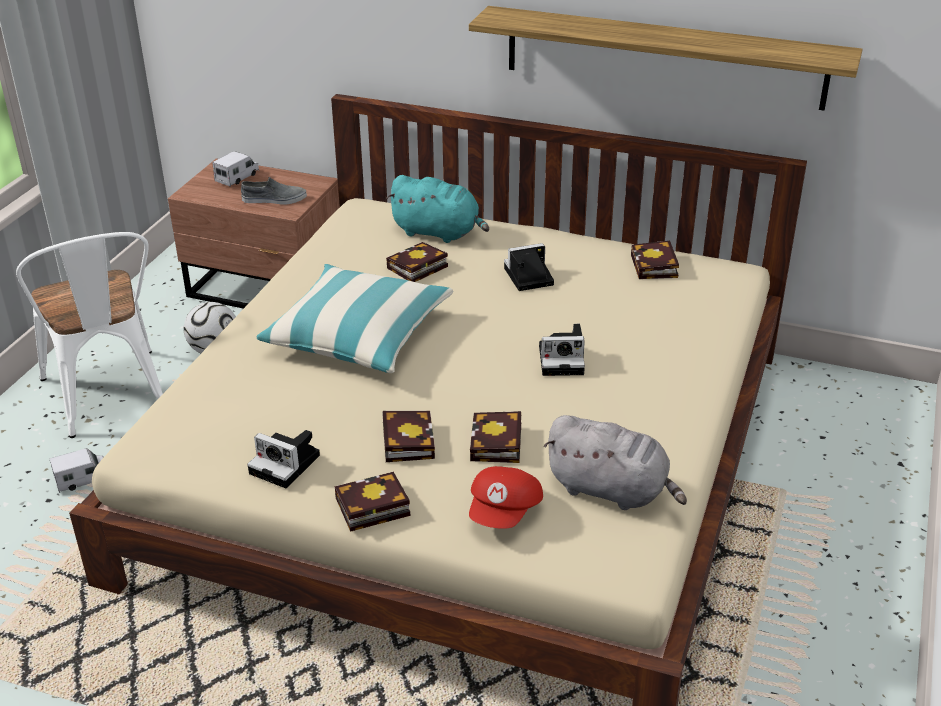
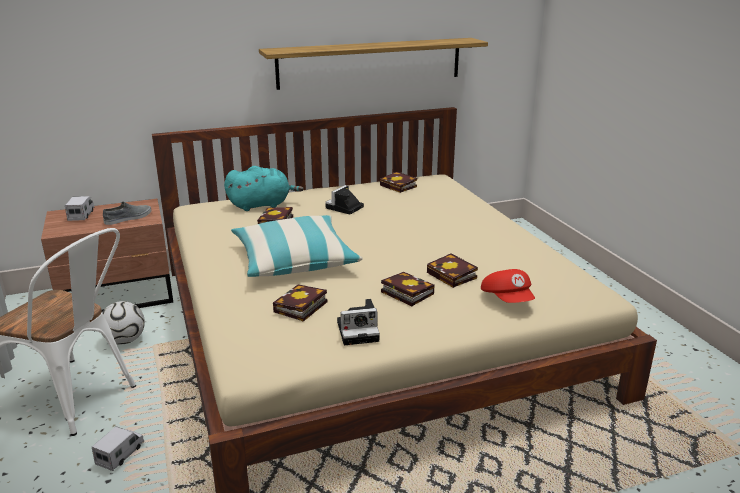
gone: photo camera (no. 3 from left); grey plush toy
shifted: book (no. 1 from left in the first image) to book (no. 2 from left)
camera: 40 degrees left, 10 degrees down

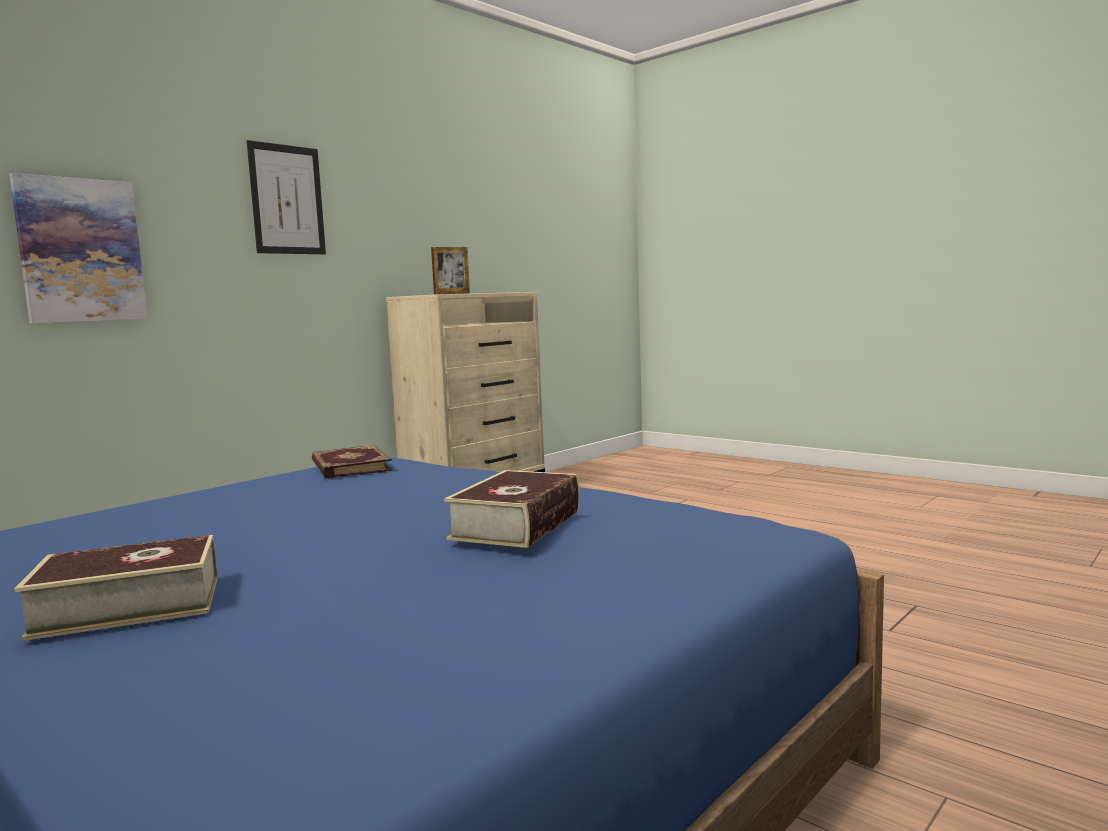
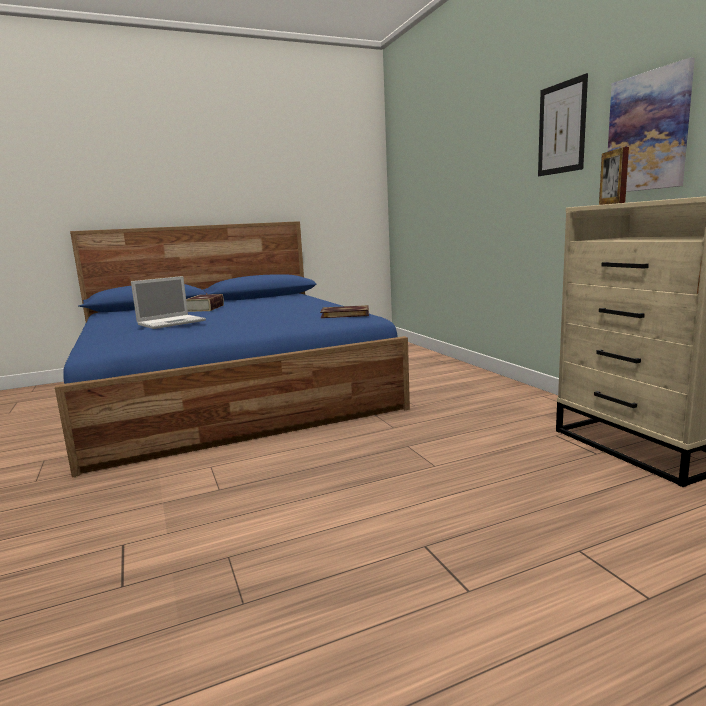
shifted: picture (no. 1 from left in the first image) to picture (no. 2 from left)
swapped: book (no. 3 from left) to laptop
camera: 115 degrees right, 5 degrees up

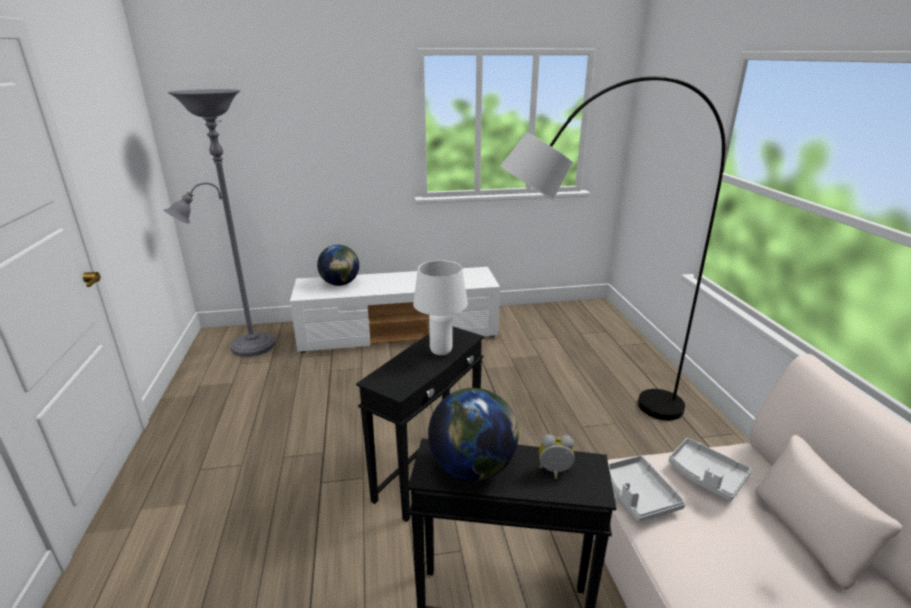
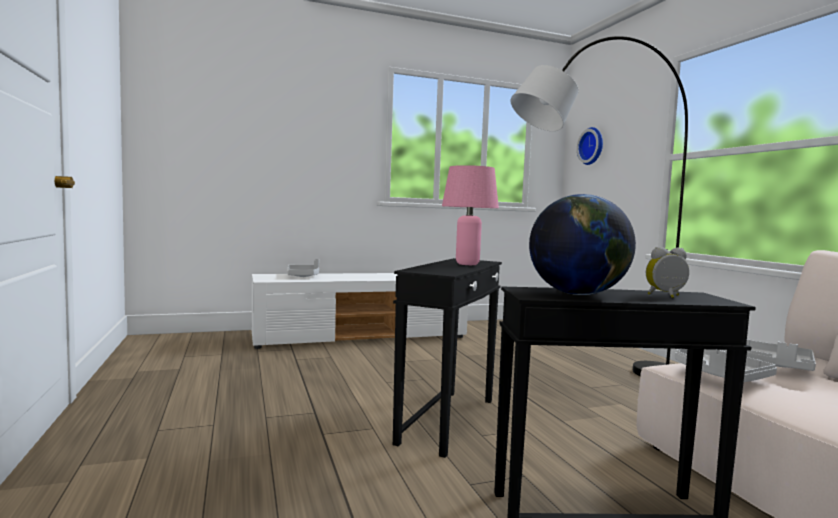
gone: grey floor lamp (no. 1 from left)
new: wall clock
swapped: globe (no. 1 from left) to grey tray (no. 1 from left)
repainted: white table lamp to pink table lamp
camera: 10 degrees left, 20 degrees down

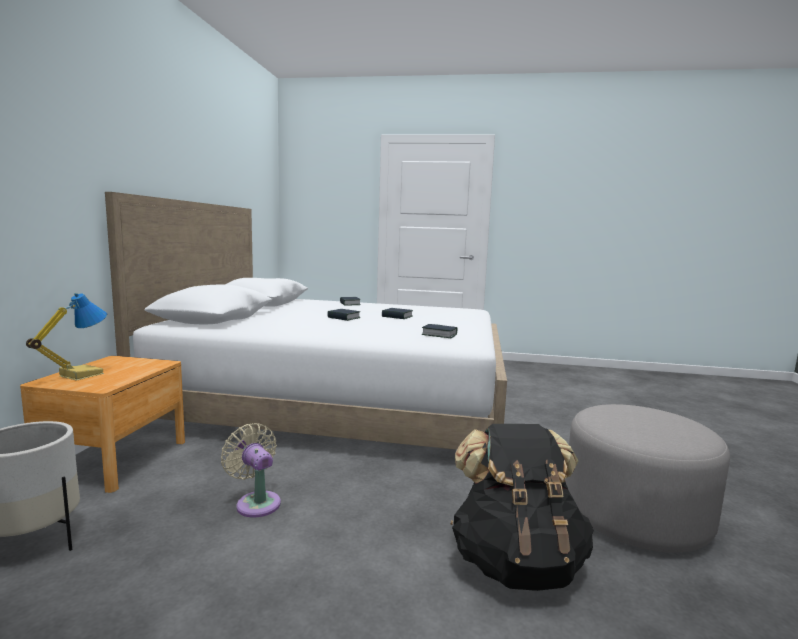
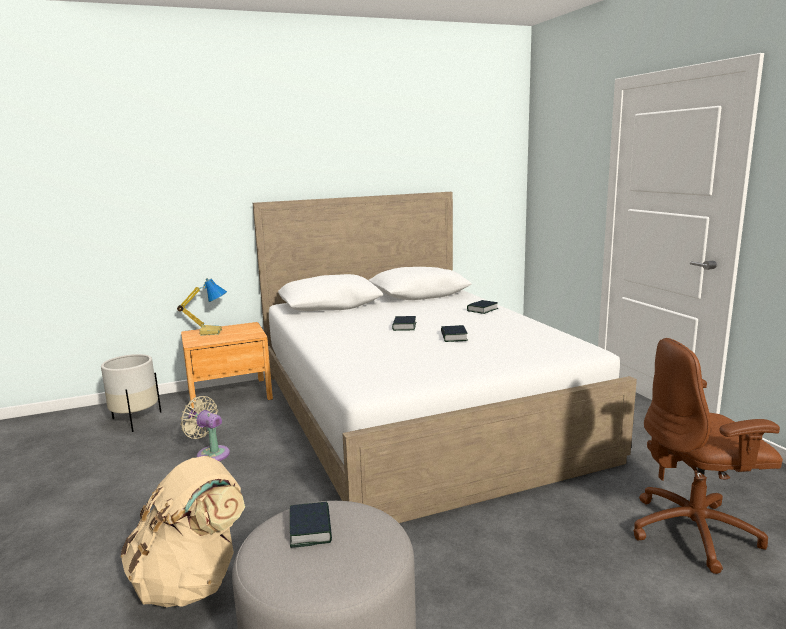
new: brown office chair
shifted: book (no. 4 from left in the first image) to book (no. 1 from left)
repainted: black backpack to beige backpack
rotated: beige fan 75 degrees counterclockwise
camera: 60 degrees right, 5 degrees up

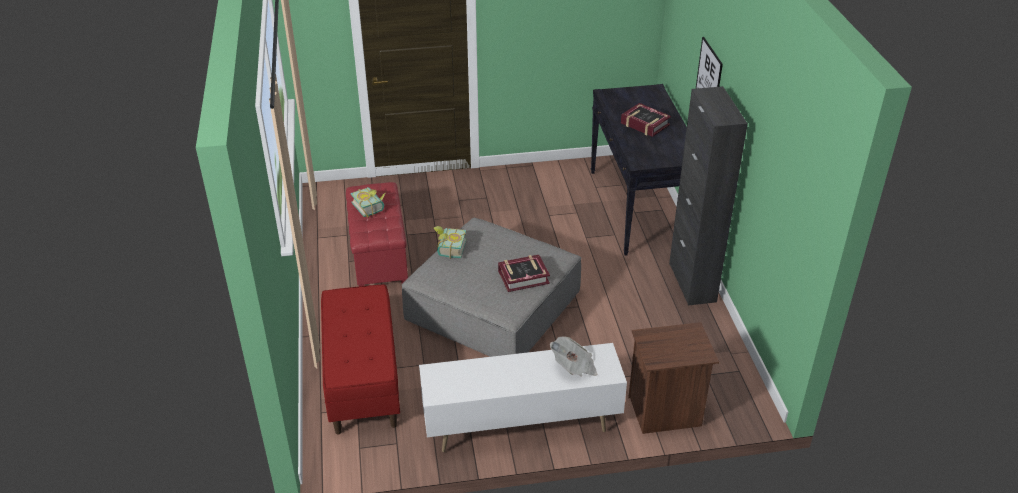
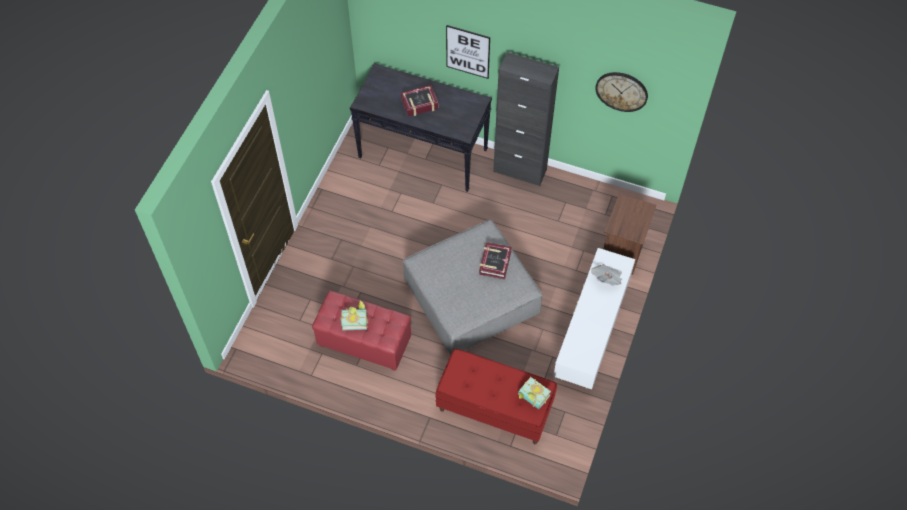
new: wall clock
shifted: book (no. 2 from left in the first image) to book (no. 4 from left)
camera: 60 degrees left, 20 degrees up

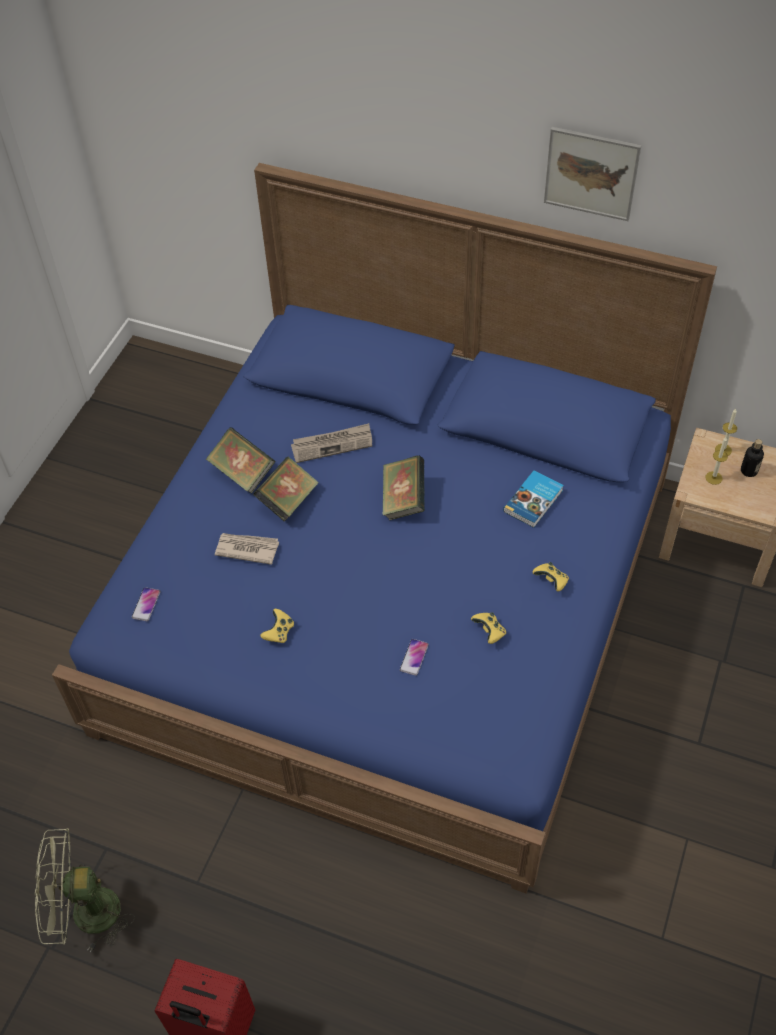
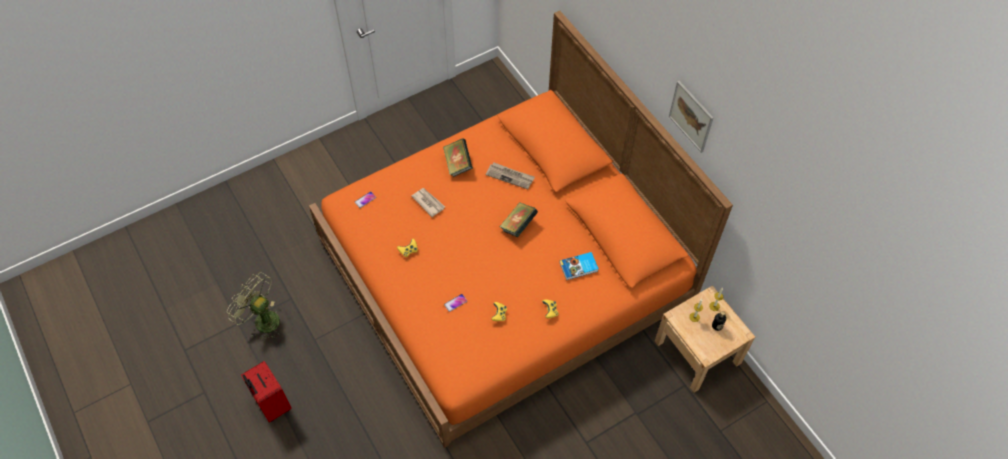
gone: book (no. 2 from left)
repainted: blue bed to orange bed
camera: 35 degrees right, 5 degrees up

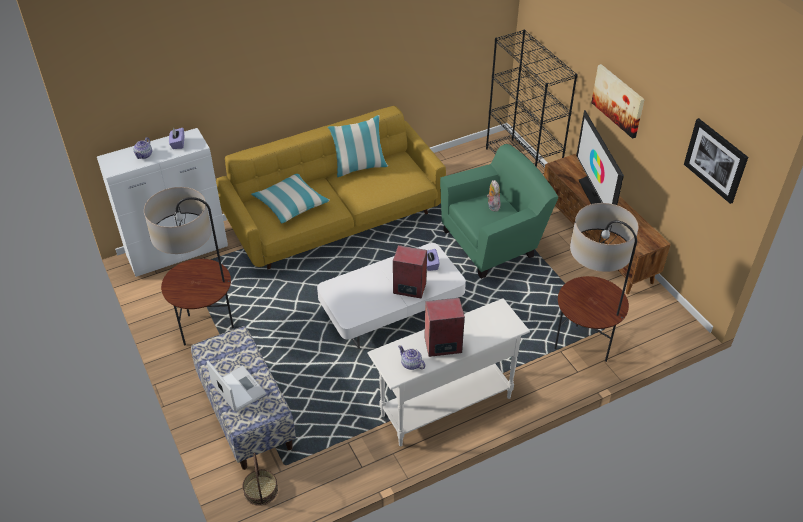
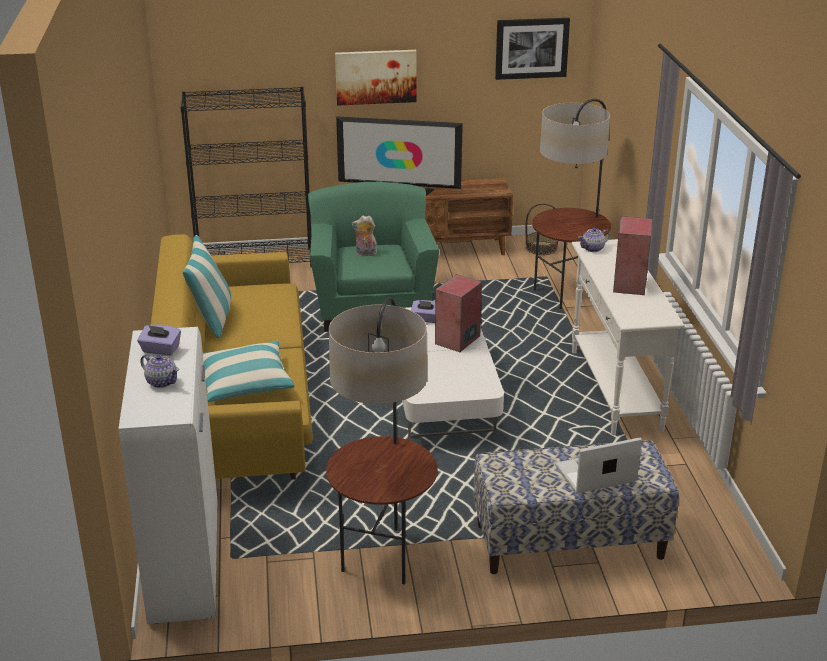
shifted: teapot (no. 2 from left); basket
camera: 70 degrees left, 15 degrees down

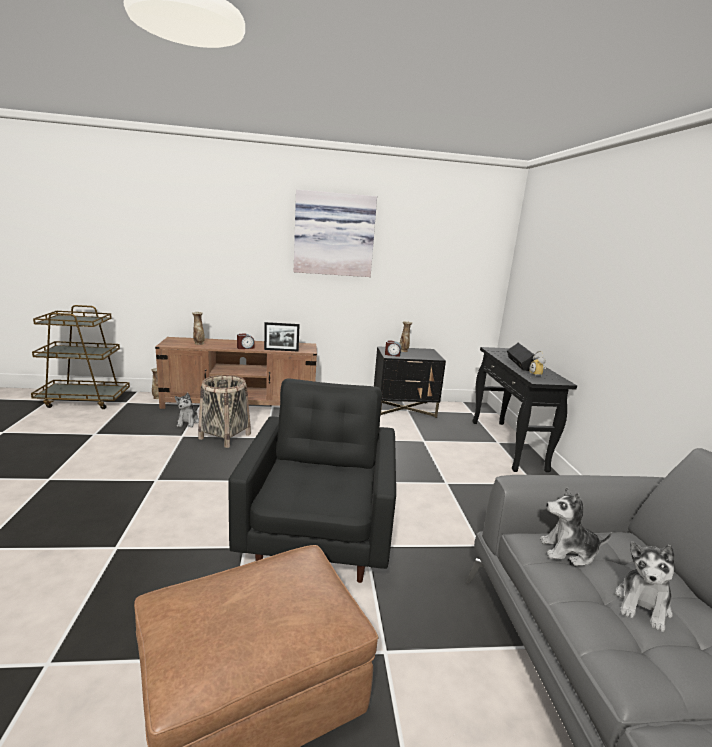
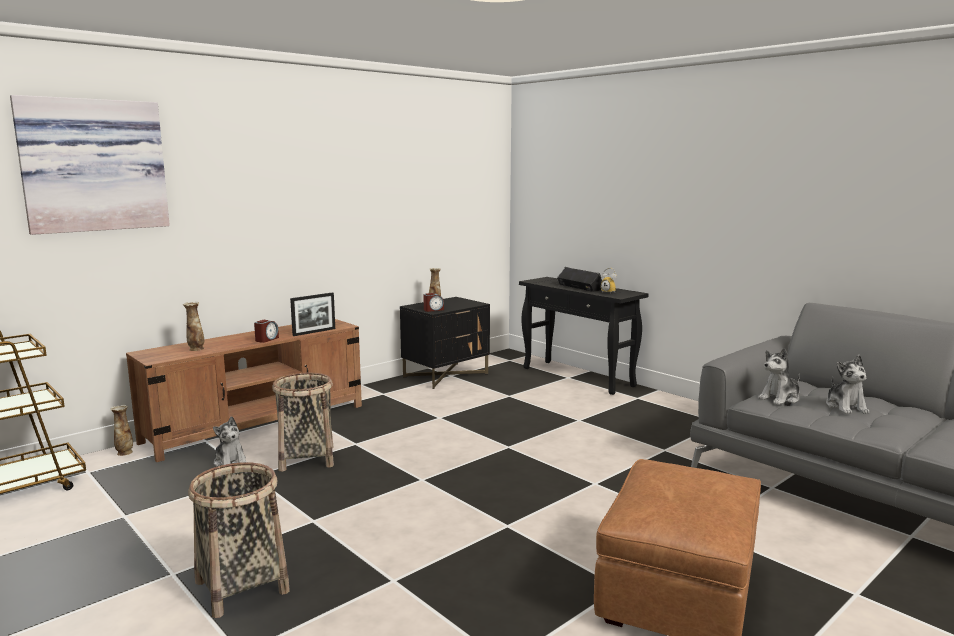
gone: black armchair
new: basket (no. 1 from left)
shifted: picture
camera: 35 degrees left, 5 degrees down

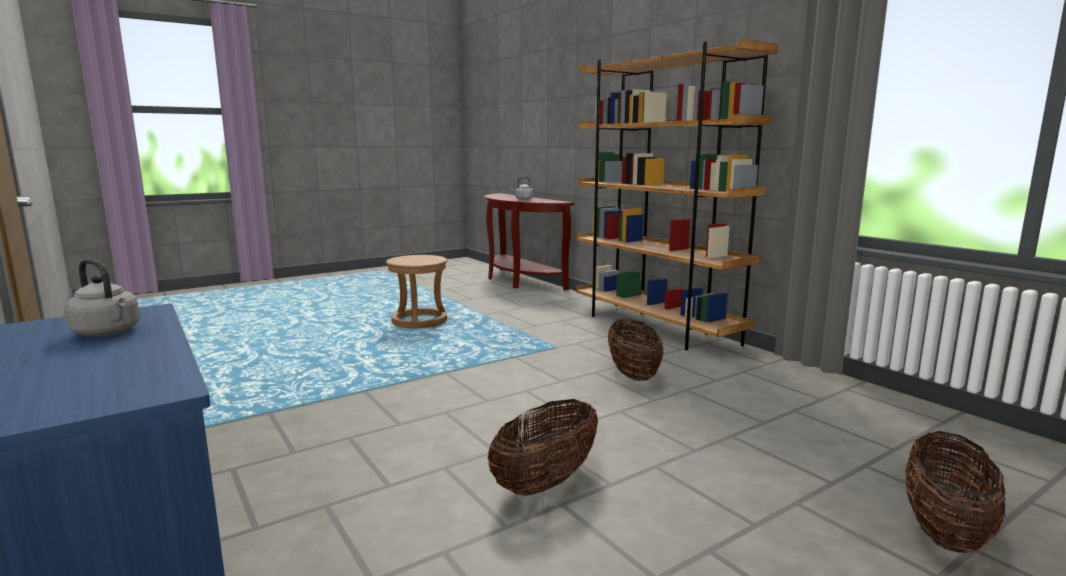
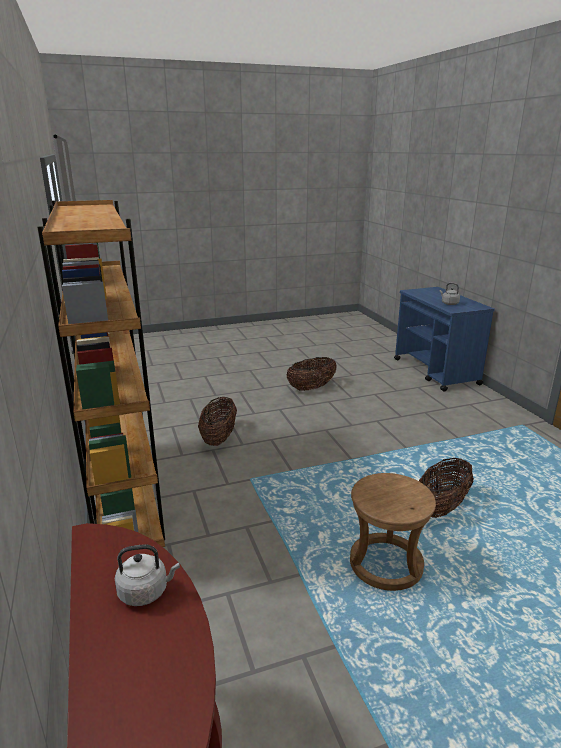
shifted: basket (no. 3 from left)
camera: 165 degrees left, 10 degrees up

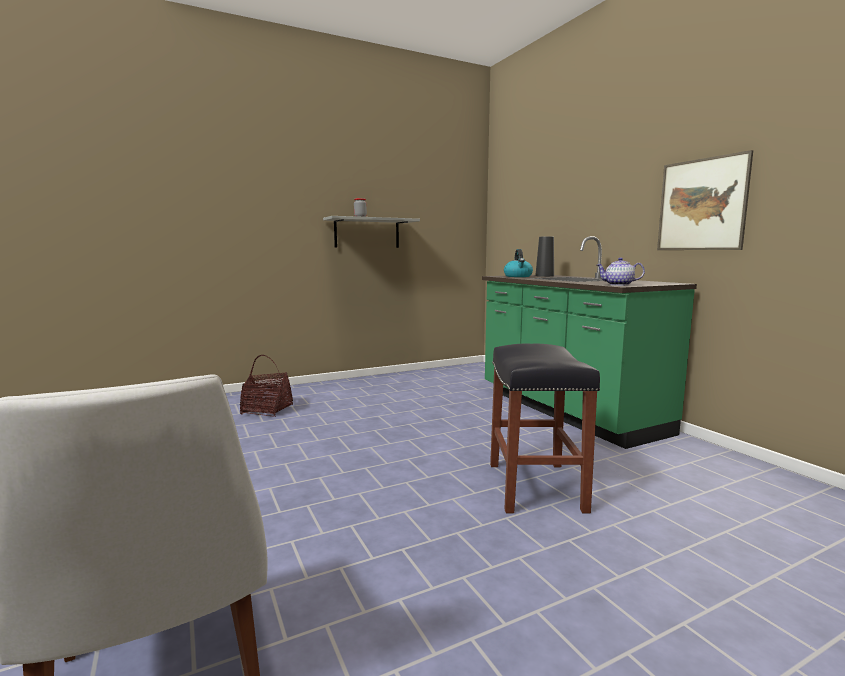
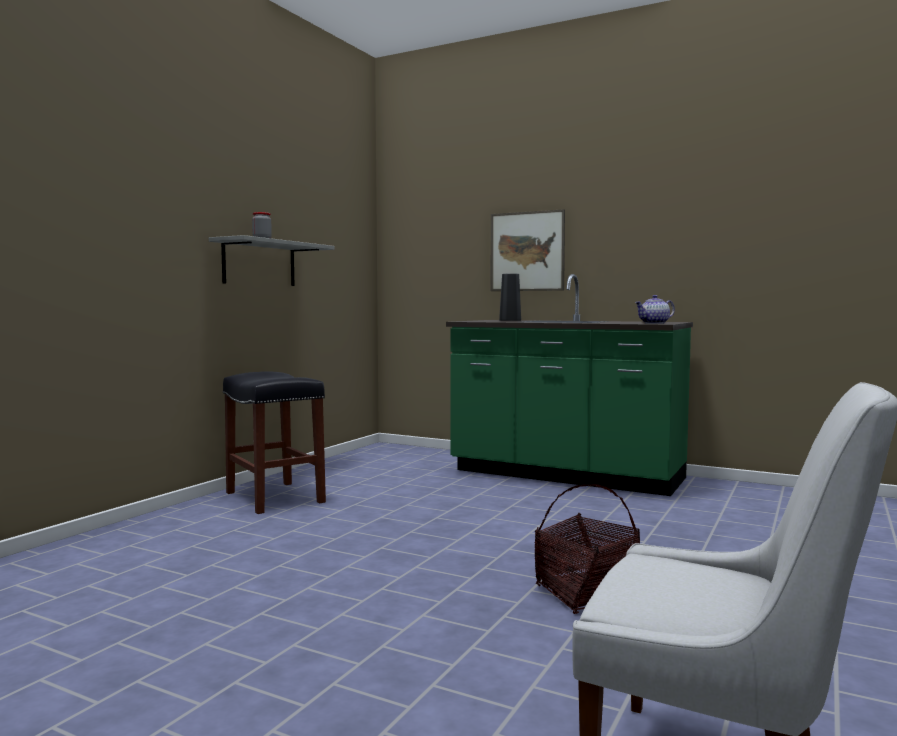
gone: kettle
shifted: picture; black stool; basket
camera: 35 degrees left, 5 degrees down

